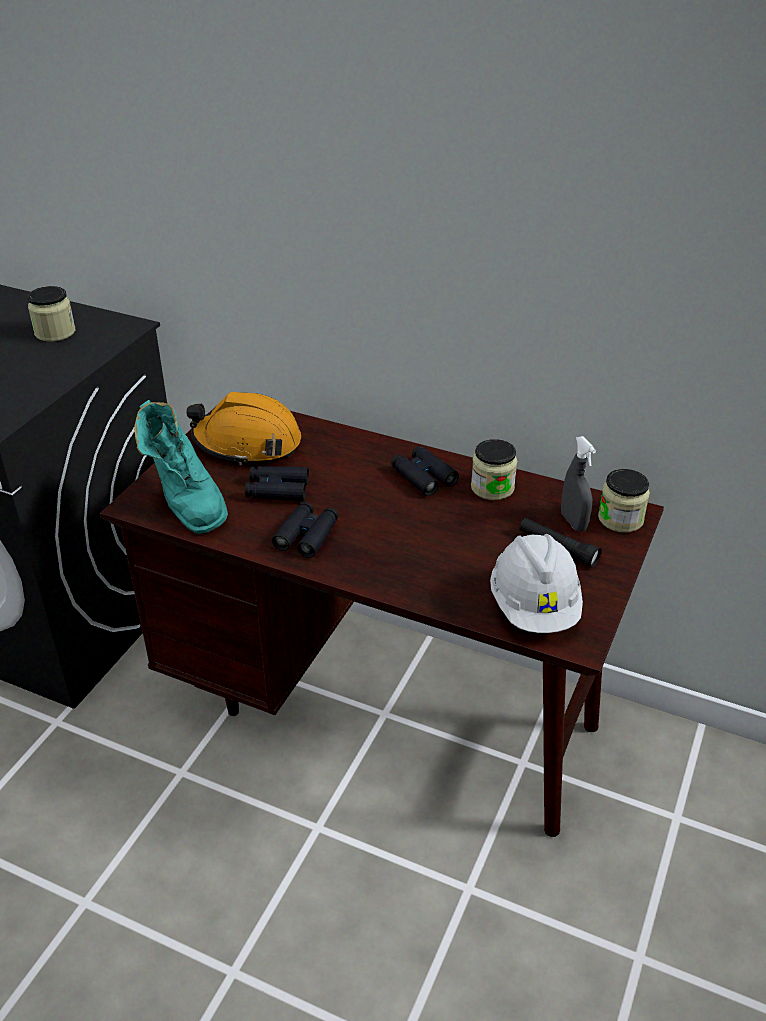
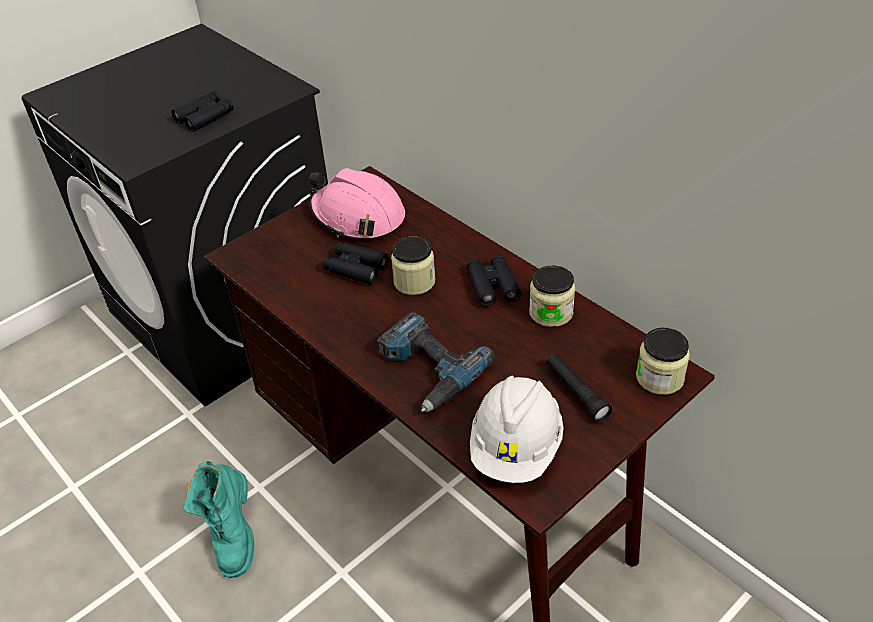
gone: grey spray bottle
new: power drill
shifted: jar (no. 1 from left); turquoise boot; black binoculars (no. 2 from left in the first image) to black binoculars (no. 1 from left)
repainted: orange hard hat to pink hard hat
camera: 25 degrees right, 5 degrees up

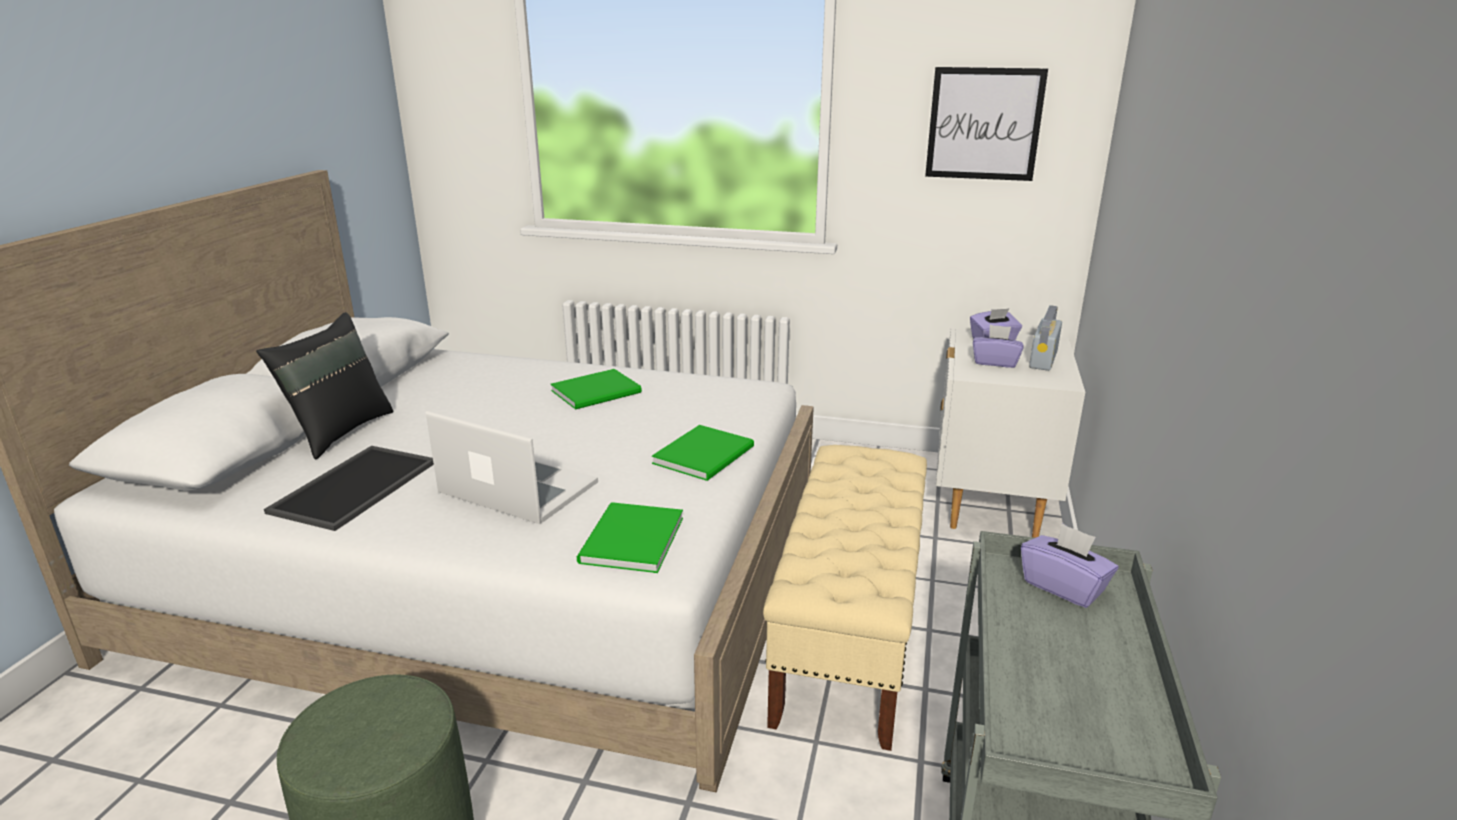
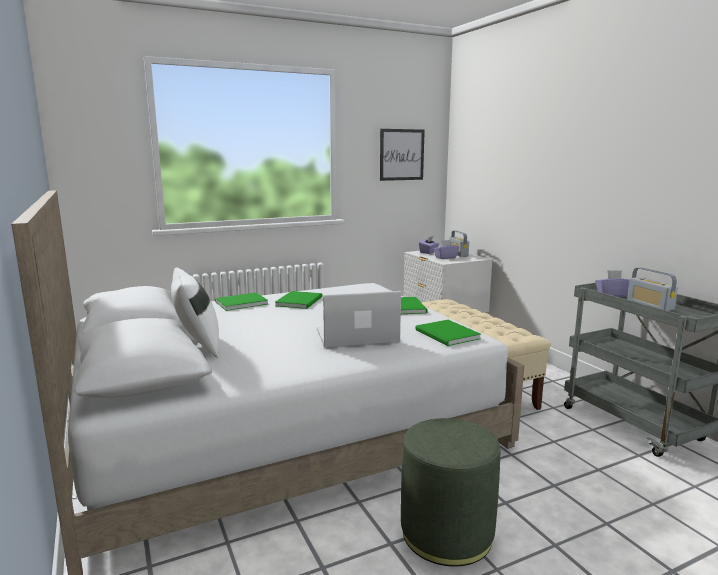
gone: tray
new: radio (no. 2 from left); green book (no. 1 from left)
repainted: black pillow to white pillow
camera: 40 degrees left, 10 degrees down

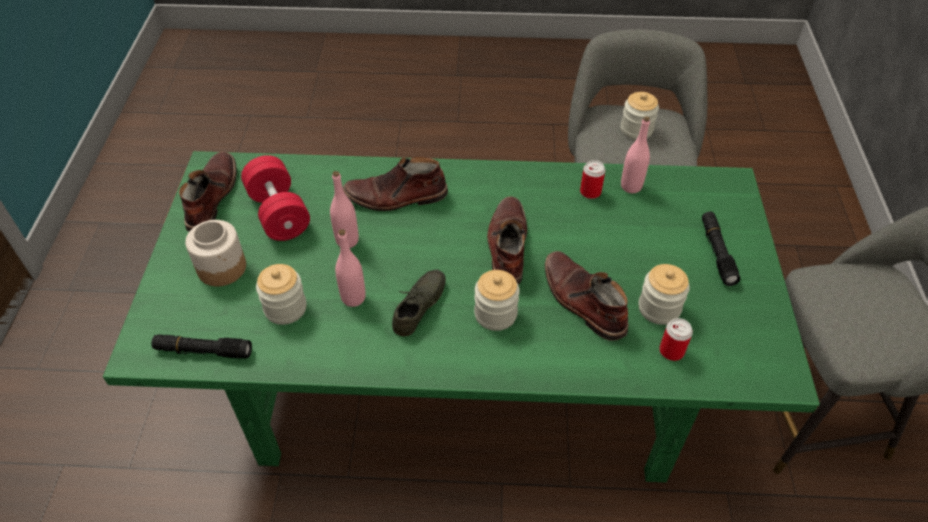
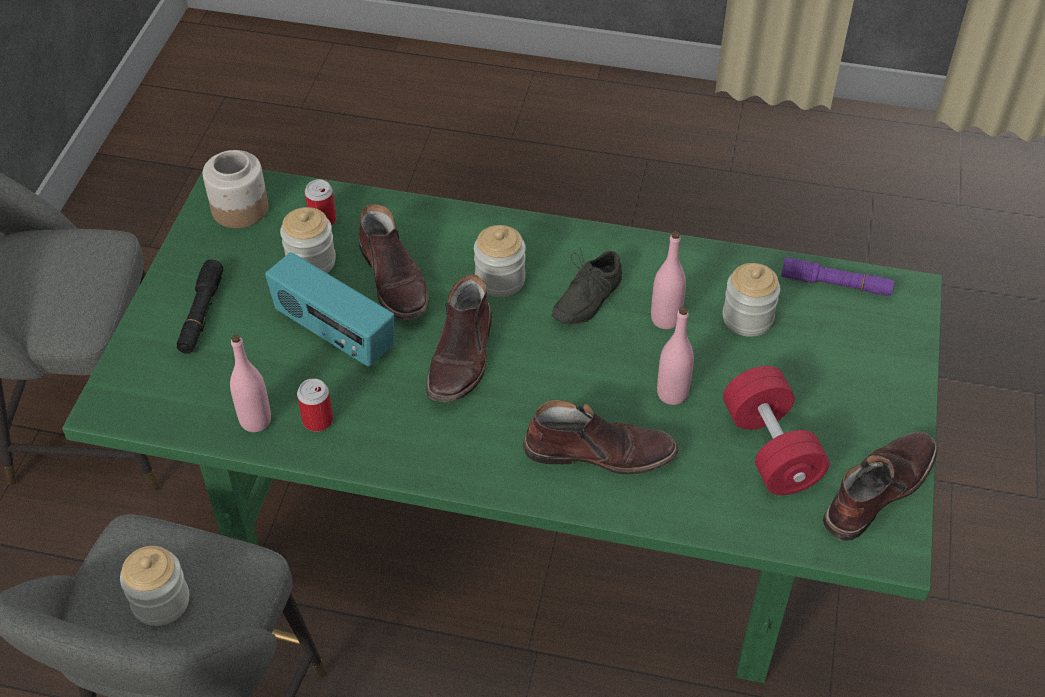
new: radio
shifted: jar (no. 1 from left in the first image) to jar (no. 2 from left)
repainted: black flashlight (no. 1 from left) to purple flashlight
rotated: brown boot (no. 1 from left in the first image) 150 degrees counterclockwise
camera: 170 degrees left, 0 degrees up

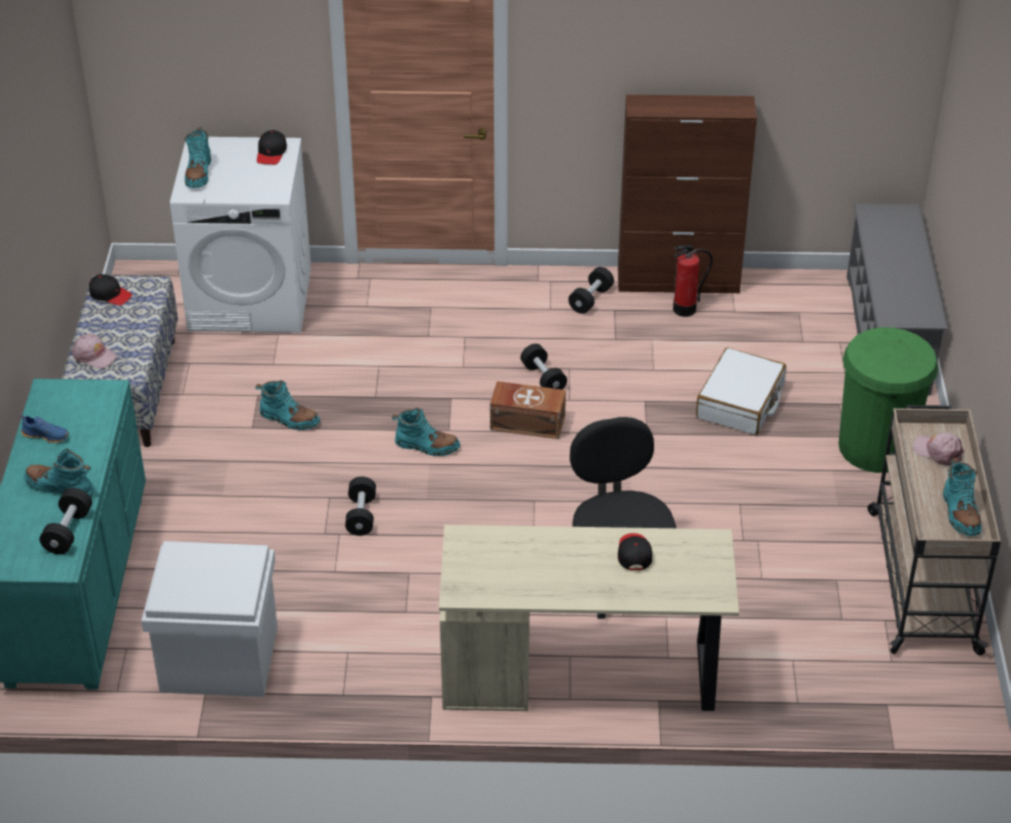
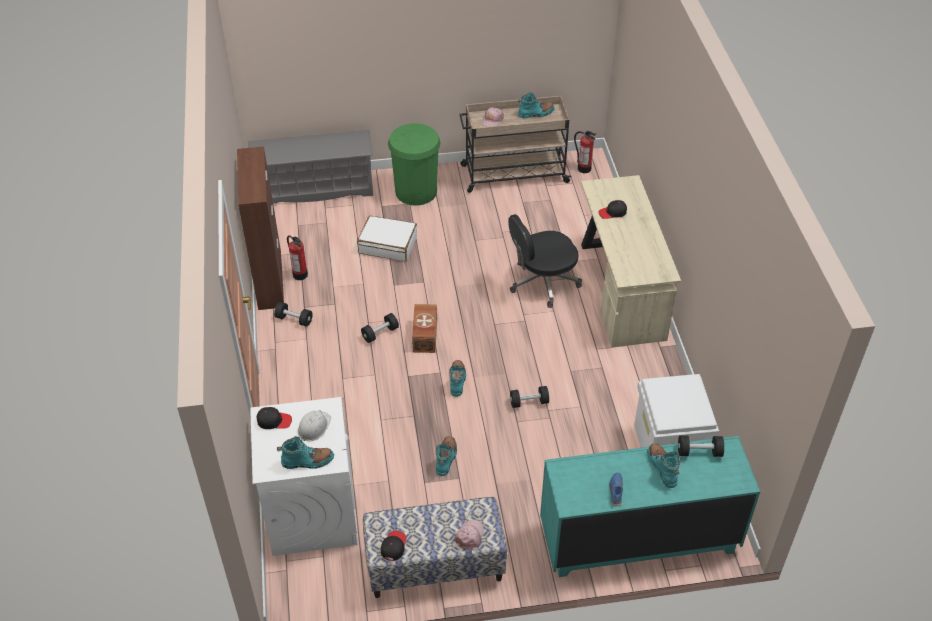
new: fire extinguisher (no. 2 from left); white hard hat
rotated: turquoise boot (no. 1 from left in the first image) 150 degrees clockwise
camera: 100 degrees left, 5 degrees up

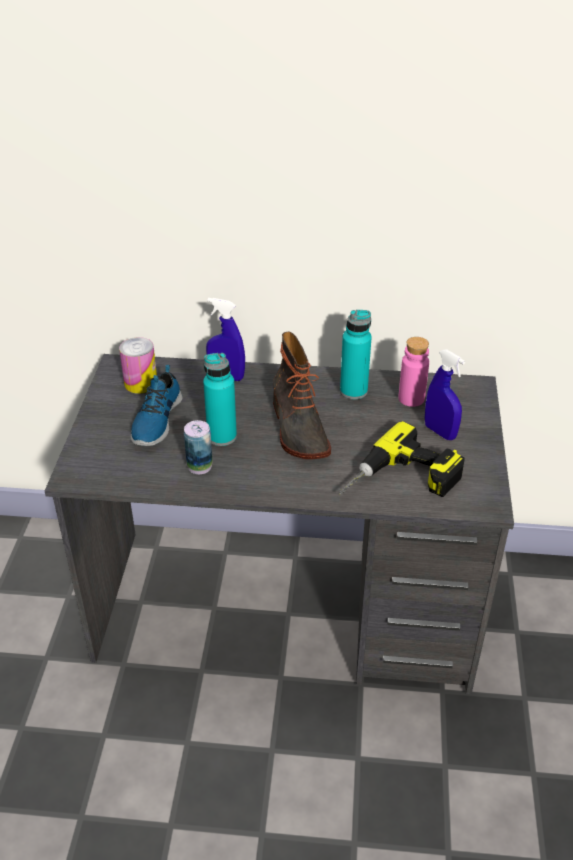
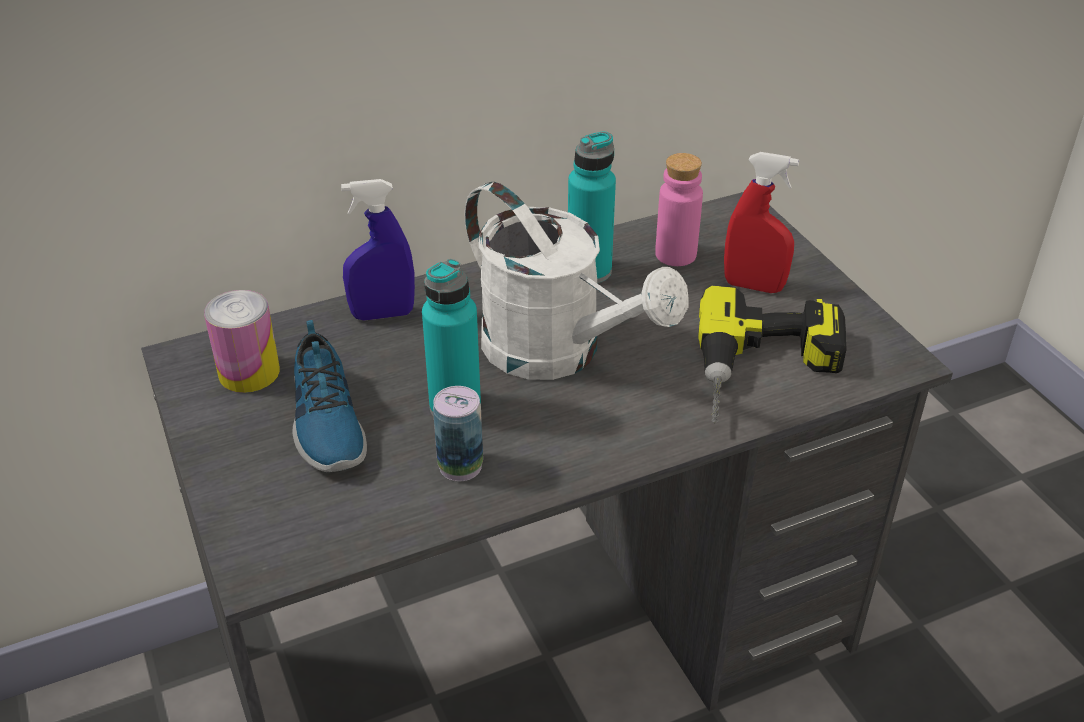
swapped: boot to white watering can
repainted: blue spray bottle (no. 2 from left) to red spray bottle
camera: 30 degrees left, 0 degrees up

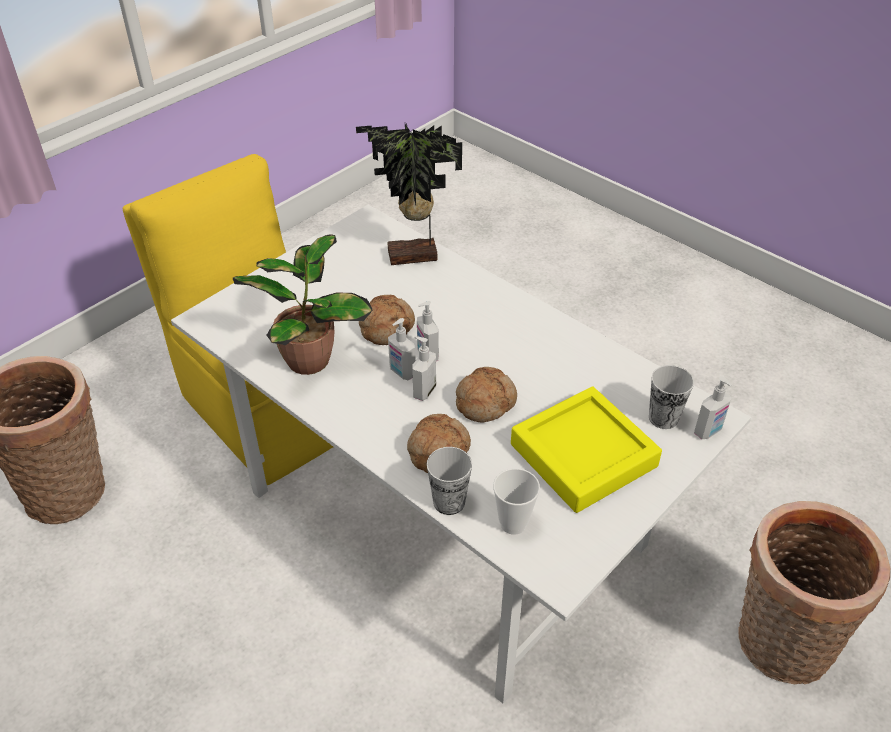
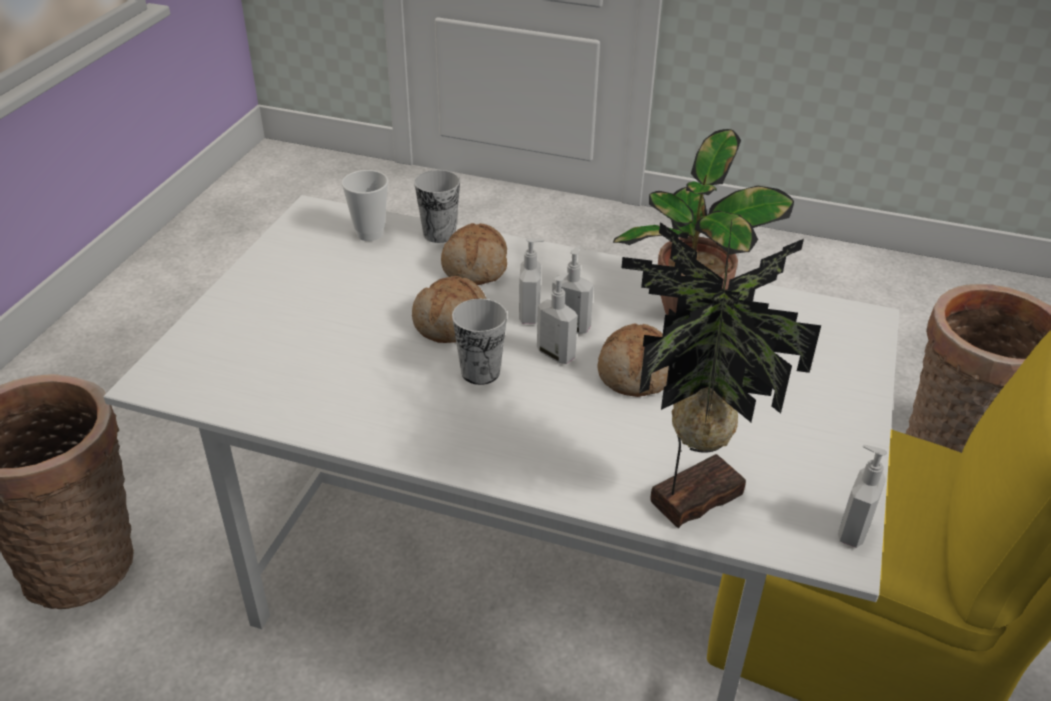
gone: yellow tray
shifted: cup (no. 3 from left); soap dispenser (no. 4 from left)
camera: 155 degrees right, 5 degrees down

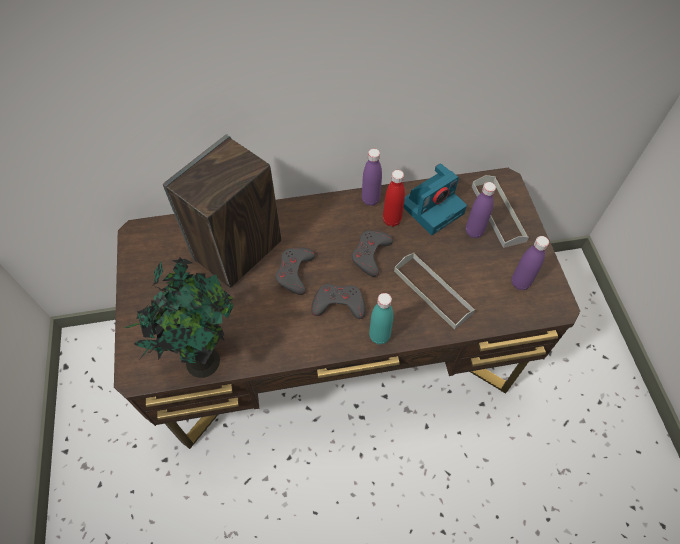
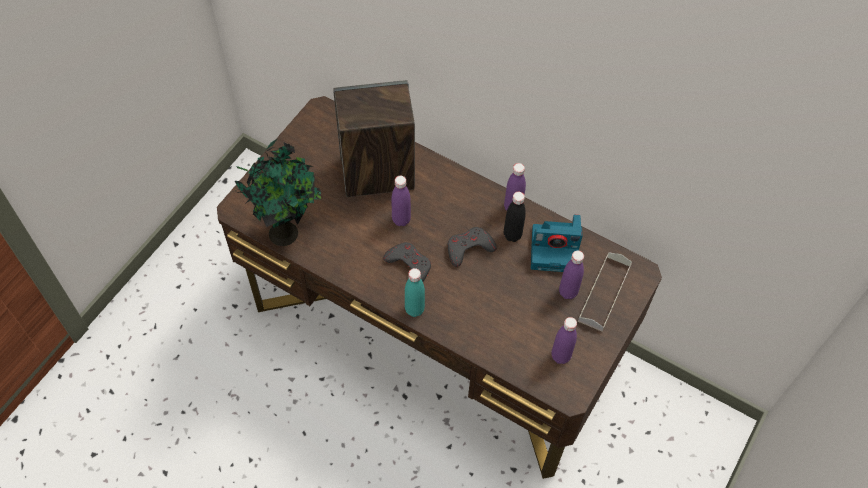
gone: grey tray (no. 1 from left)
swapped: grey game controller (no. 1 from left) to purple bottle (no. 1 from left)
repainted: red bottle to black bottle
camera: 40 degrees right, 0 degrees up

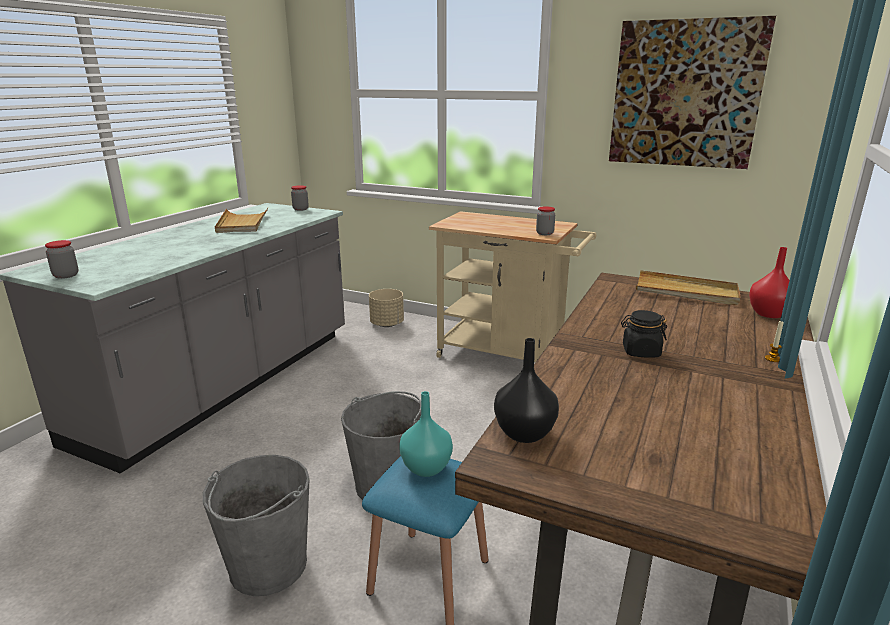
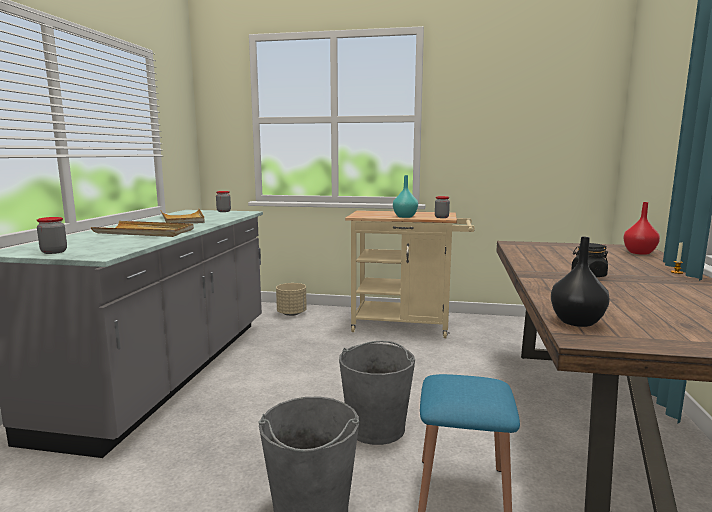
gone: picture
shifted: beige tray (no. 2 from left in the first image) to beige tray (no. 1 from left); turquoise vase
camera: 15 degrees left, 10 degrees down

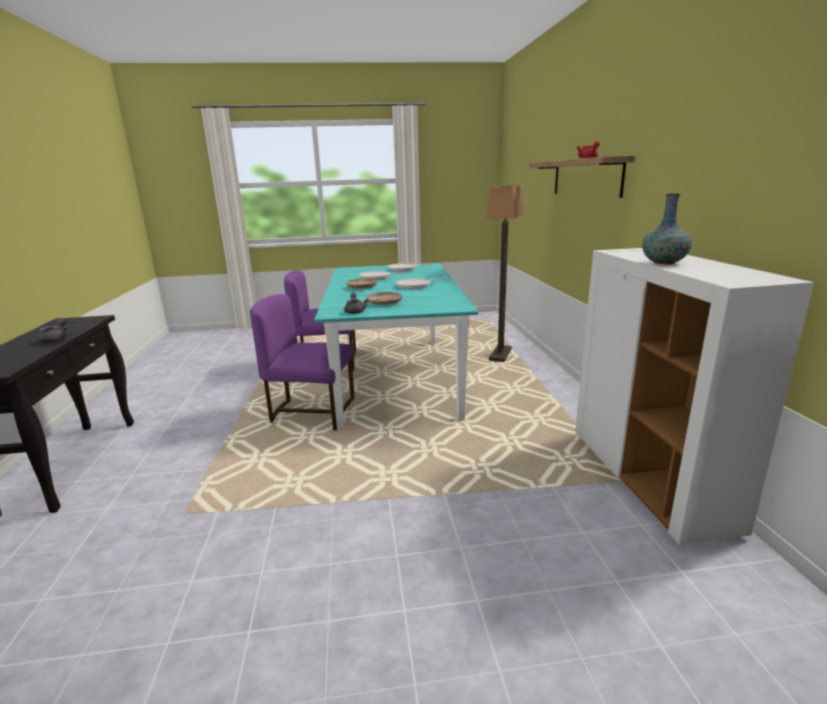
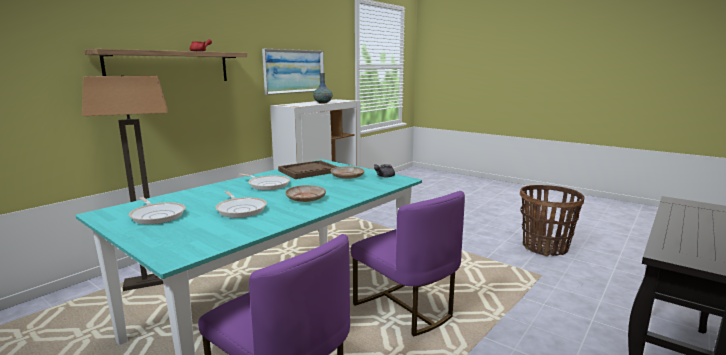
gone: grey teapot (no. 1 from left)
new: picture; brown tray; basket
camera: 135 degrees left, 5 degrees down

